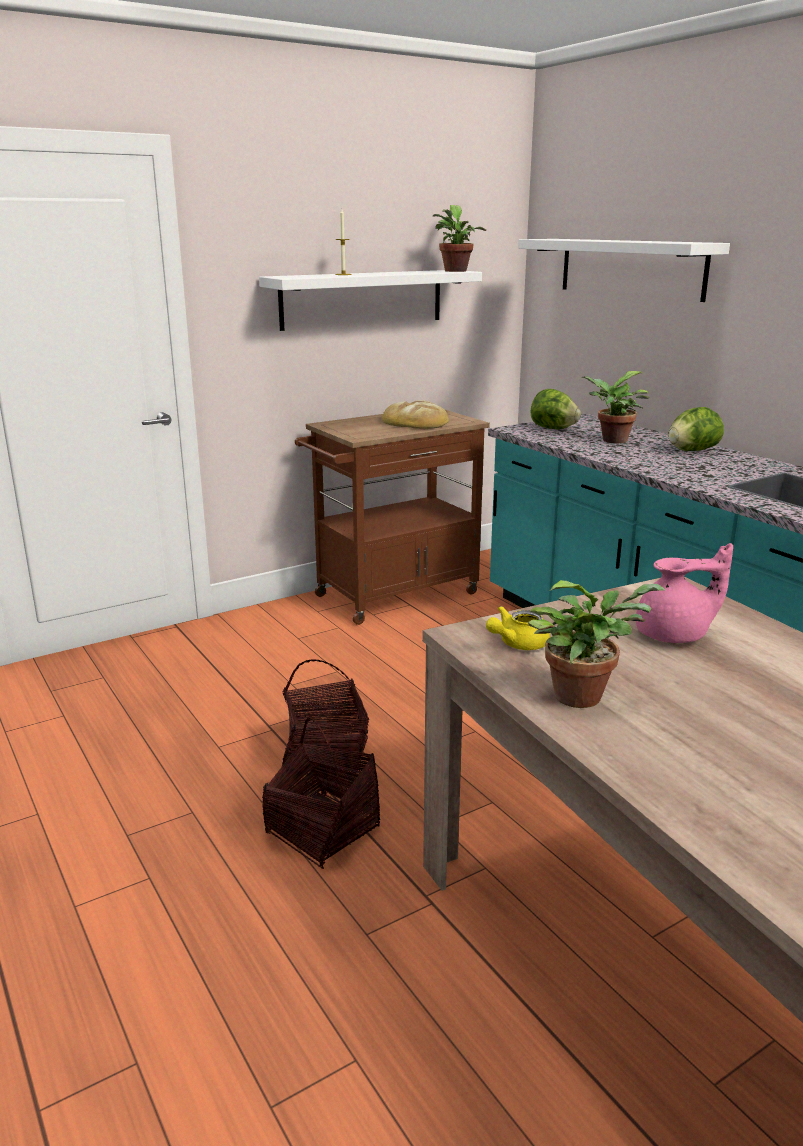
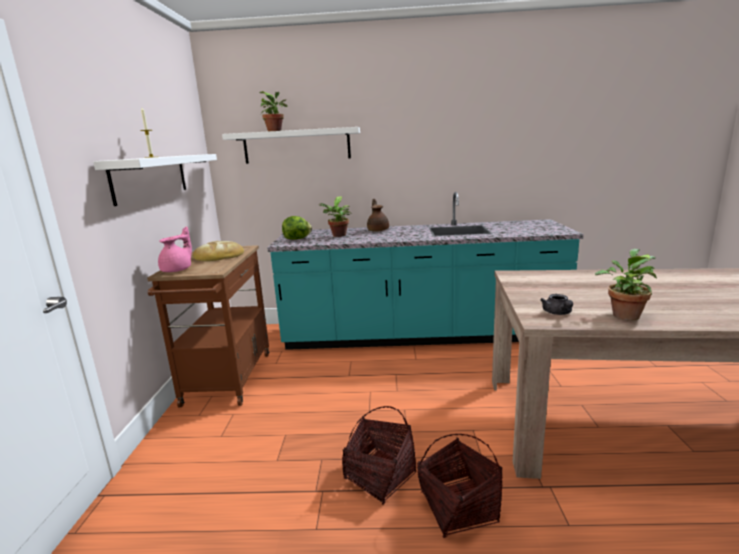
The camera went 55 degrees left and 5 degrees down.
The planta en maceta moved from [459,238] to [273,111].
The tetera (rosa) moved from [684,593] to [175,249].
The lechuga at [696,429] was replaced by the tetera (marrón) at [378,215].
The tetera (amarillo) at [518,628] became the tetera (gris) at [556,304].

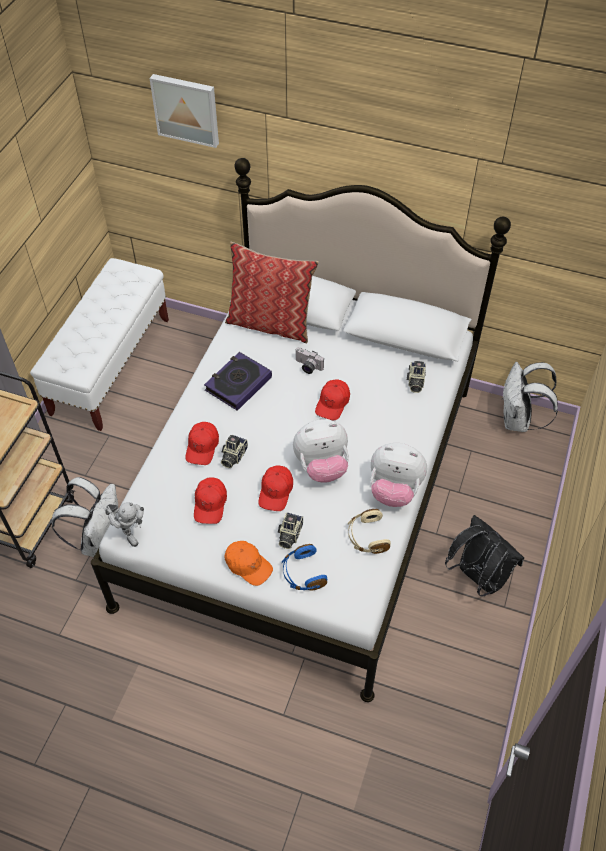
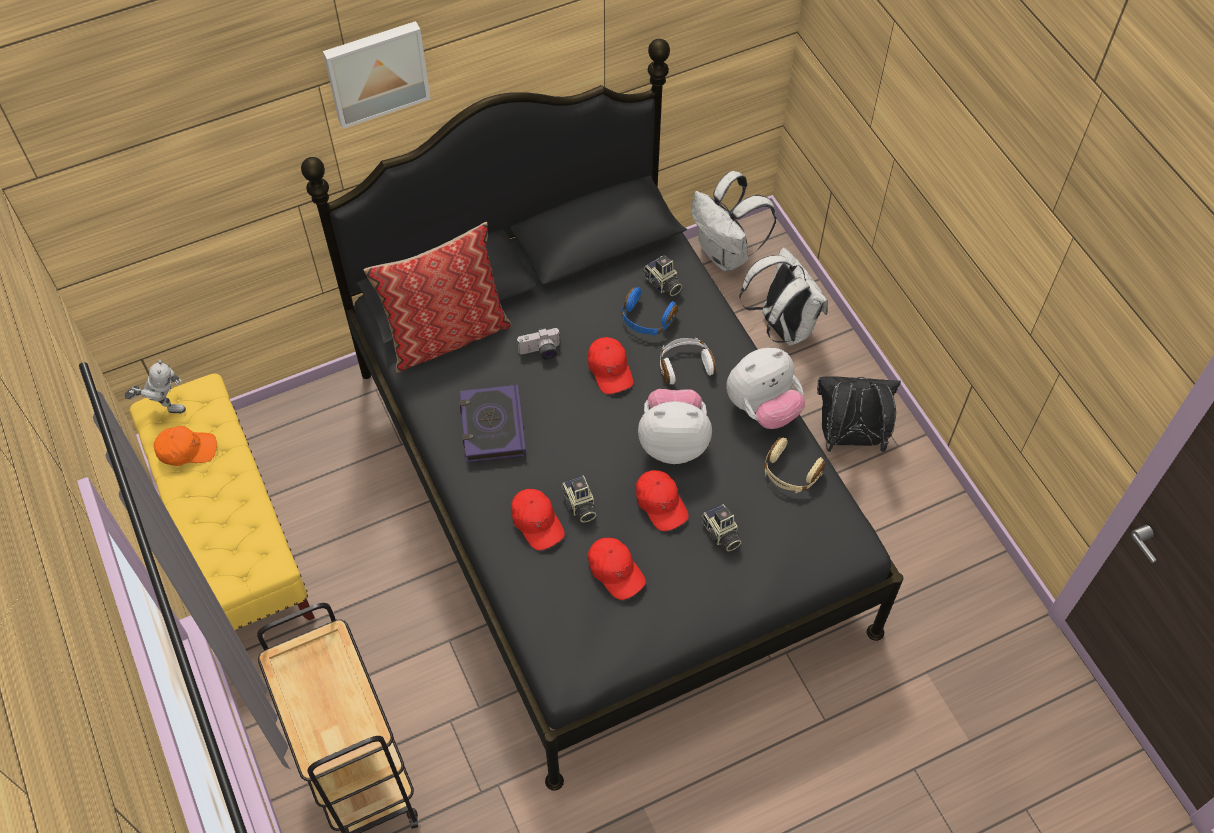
The camera went 45 degrees left and 5 degrees up.
The auriculares (blanco) at [688,361] appeared.
The mochila (blanco) moved from [85,517] to [783,296].
The robot de juguete moved from [124,524] to [155,386].
The cuadro moved from [184,111] to [377,75].
The gorra (naranja) moved from [248,563] to [185,446].
The auriculares (azul) moved from [304,567] to [650,311].
The banco (blanco) at [99,344] became the banco (amarillo) at [222,501].
The cama (blanco) at [301,430] became the cama (negro) at [602,415].
The peluche at [321,451] turned 120 degrees counterclockwise.

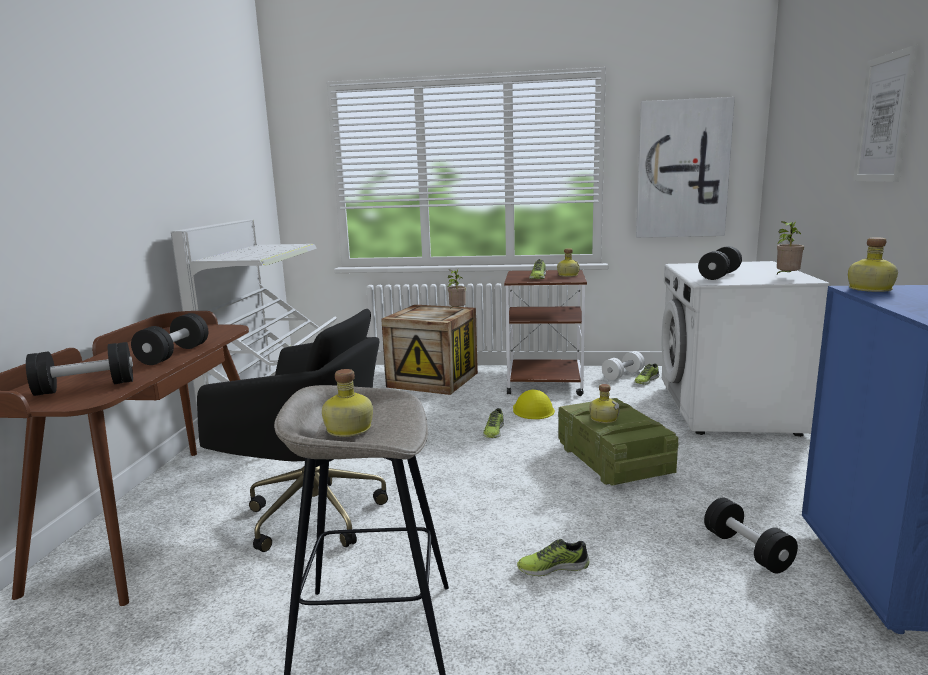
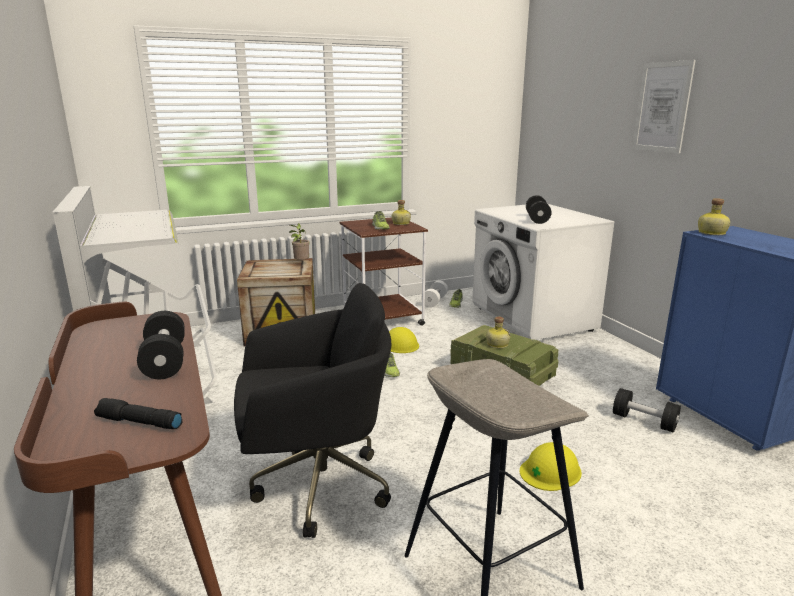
The camera went 30 degrees left and 5 degrees up.
The botella at [347,403] disappeared.
The cuadro at [685,167] disappeared.
The planta en maceta at [790,247] disappeared.
The mancuerna (negro) at [79,369] was replaced by the linterna (negro) at [138,413].
The zapato at [553,557] was replaced by the casco (amarillo) at [551,466].

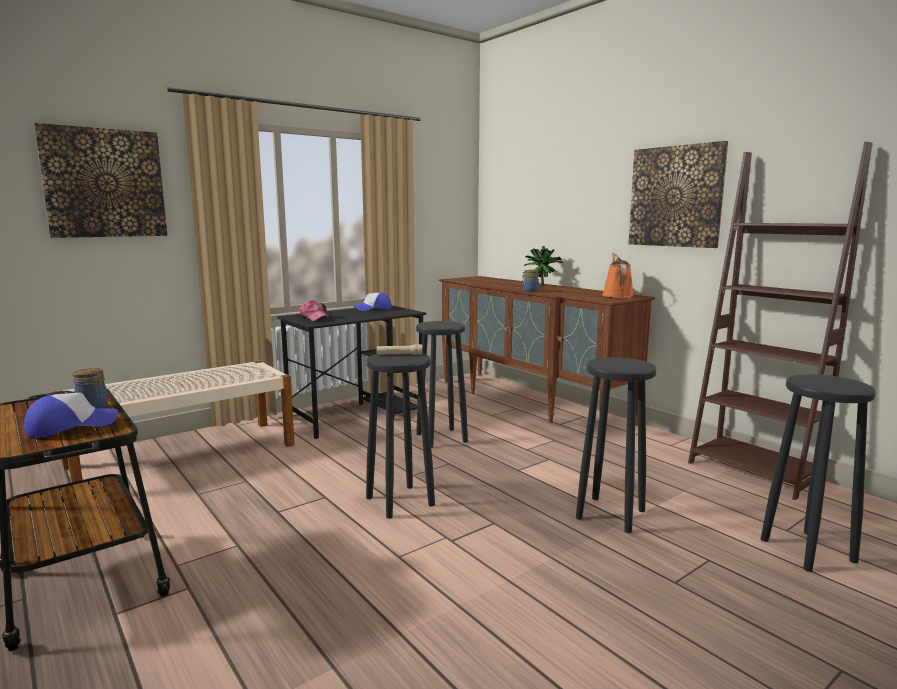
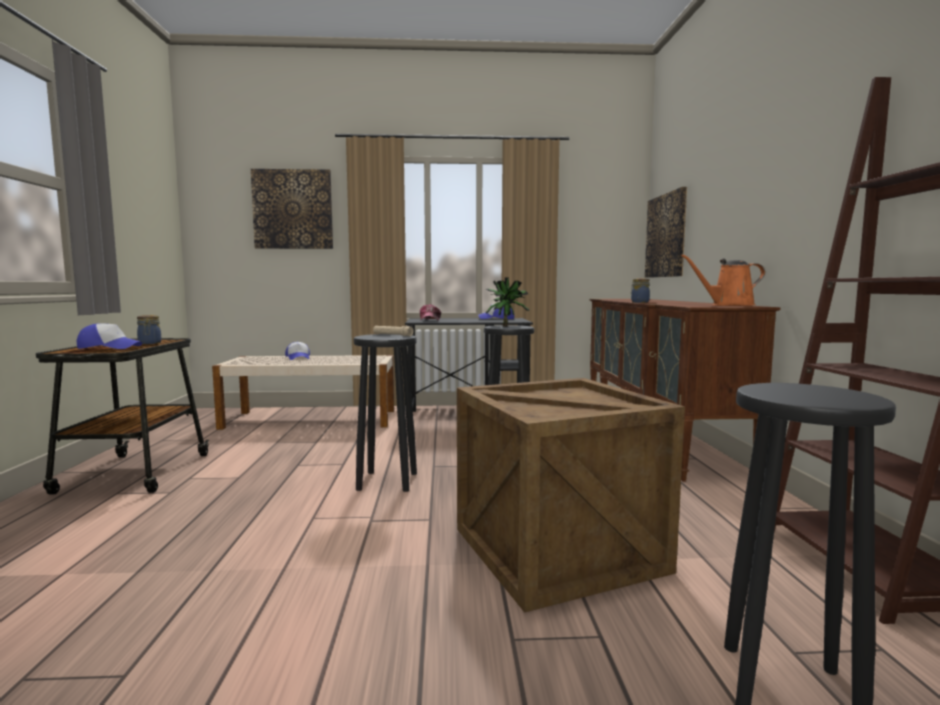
The camera went 35 degrees right and 5 degrees down.
The gorra at [297,351] appeared.
The planta en maceta moved from [543,266] to [507,302].
The cuadro moved from [678,194] to [666,232].
The taburete (negro) at [616,445] was replaced by the caja de embalaje at [571,495].
The regadera (naranja) at [618,275] turned 135 degrees counterclockwise.

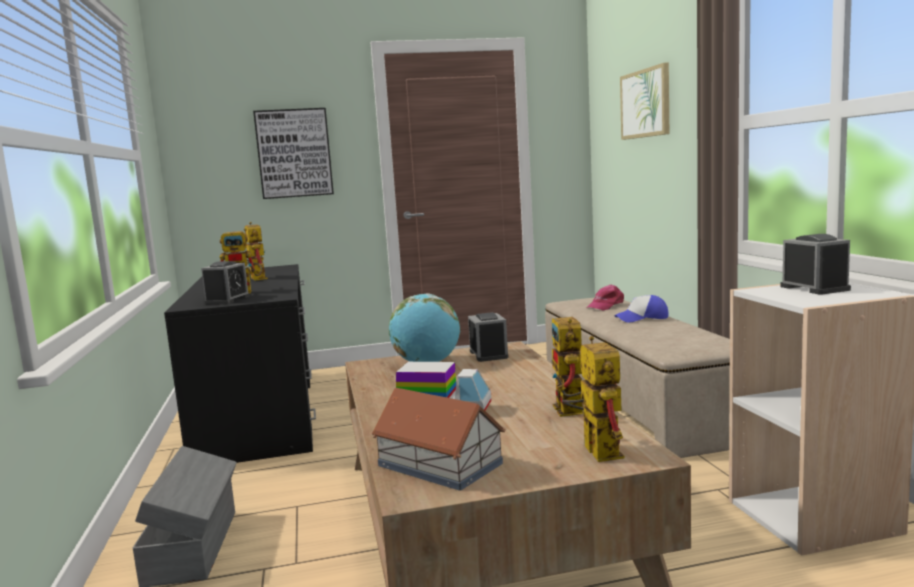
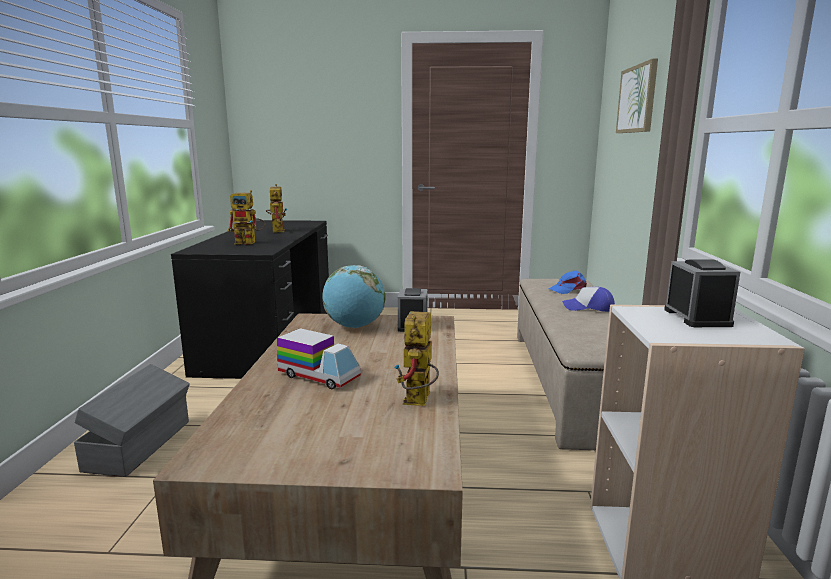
The camera went 15 degrees right and 5 degrees up.
The despertador at [225,282] disappeared.
The cuadro at [293,153] disappeared.
The casita at [438,439] disappeared.
The robot de juguete at [593,399] disappeared.
The gorra (rosa) at [605,298] became the gorra (azul) at [567,282].

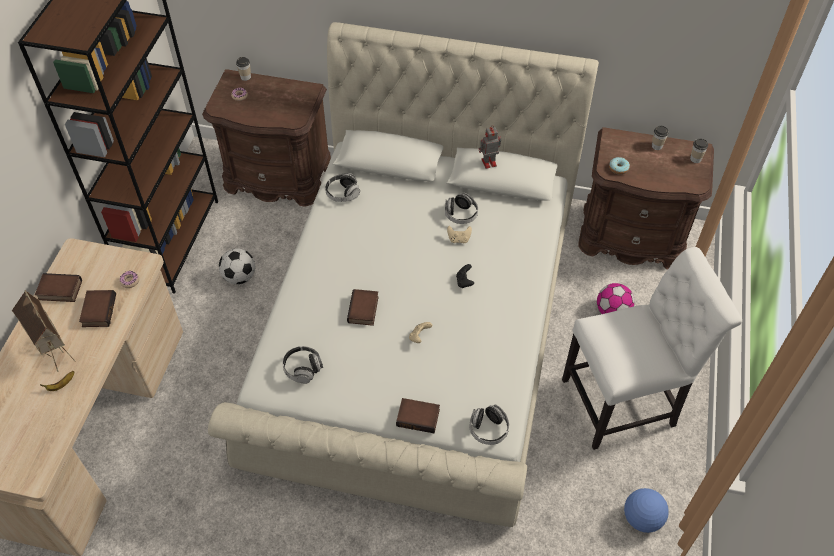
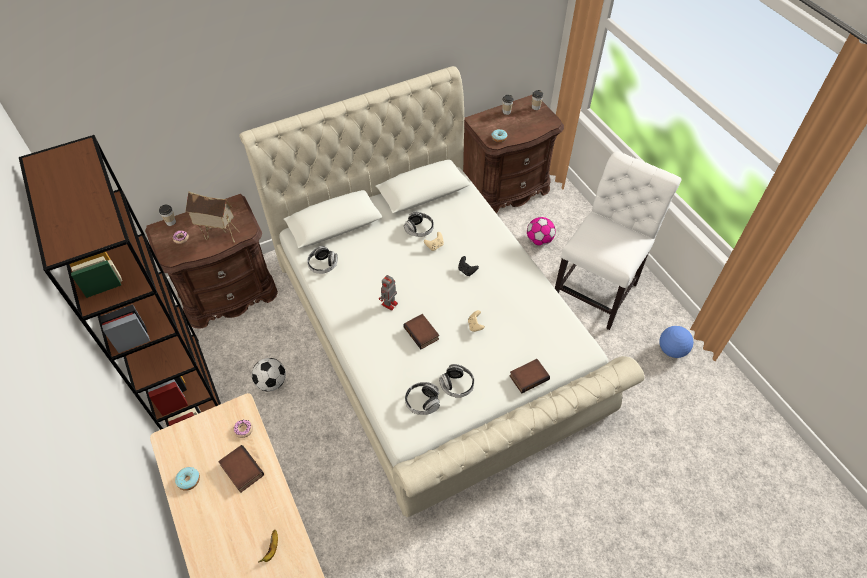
The camera went 40 degrees left and 0 degrees up.
The casita moved from [44,331] to [212,217].
The auriculares moved from [489,425] to [456,381].
The robot de juguete moved from [490,147] to [388,293].
The libro at [58,287] was replaced by the rosquilla at [187,479].

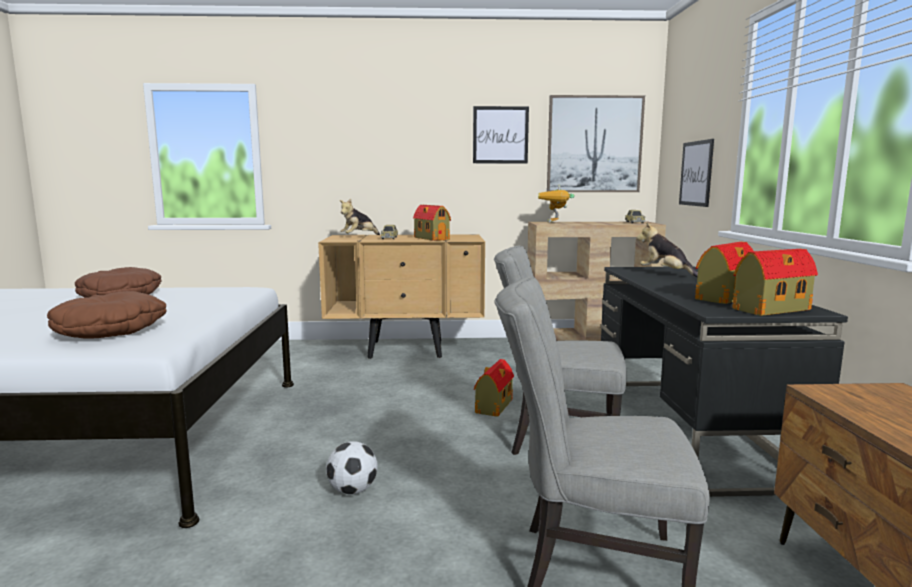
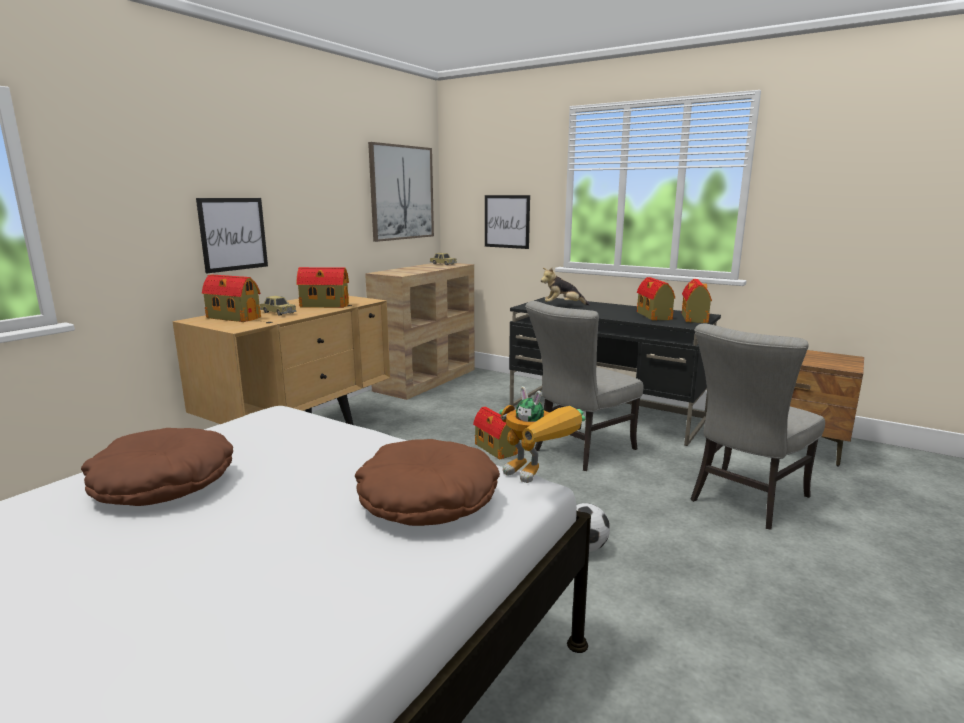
The camera went 55 degrees left and 5 degrees up.
The cuadro moved from [501,135] to [232,235].
The robot de juguete moved from [556,204] to [542,434].
The peluche at [359,217] was replaced by the casita at [231,298].

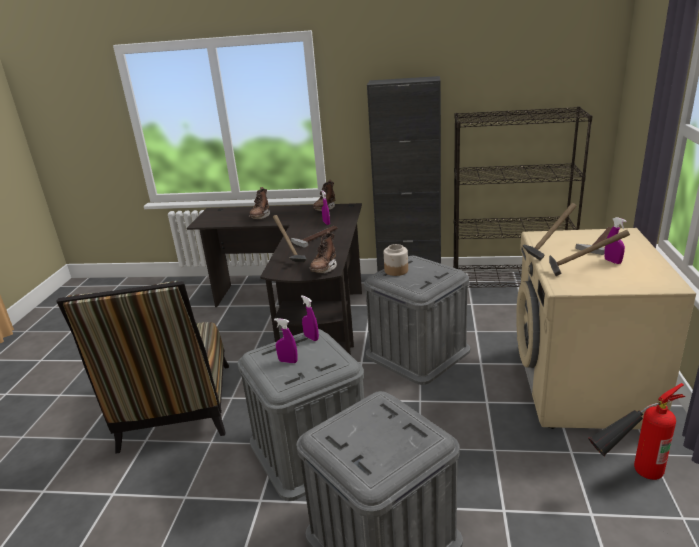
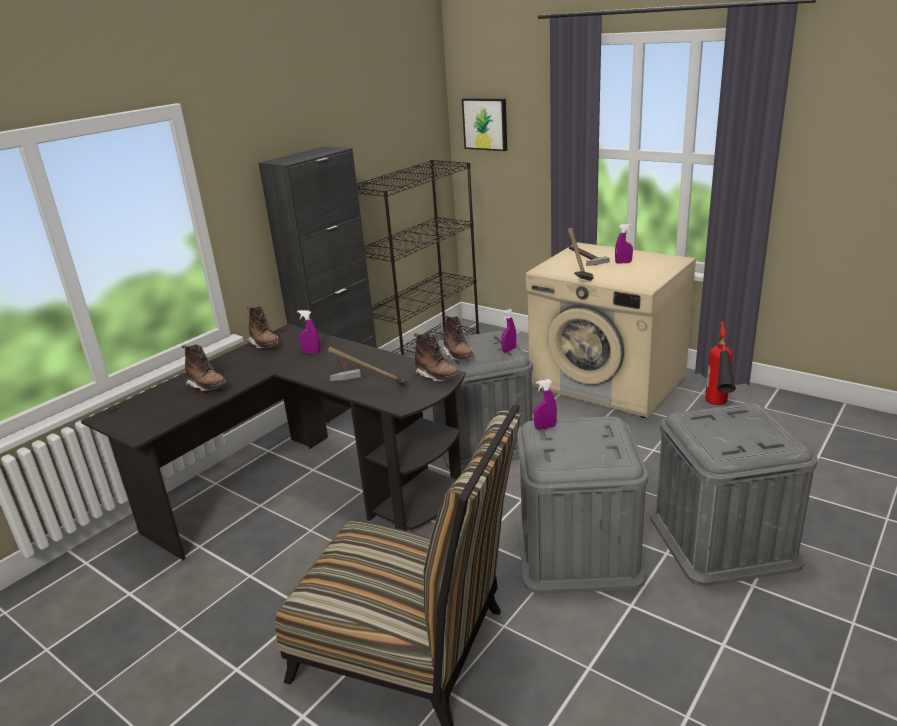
The camera went 60 degrees left and 0 degrees up.
The martillo at [589,253] disappeared.
The cuadro at [484,124] appeared.
The pulverizador (morado) moved from [286,340] to [508,331].
The tarro at [396,260] was replaced by the bota (marrón) at [457,337].

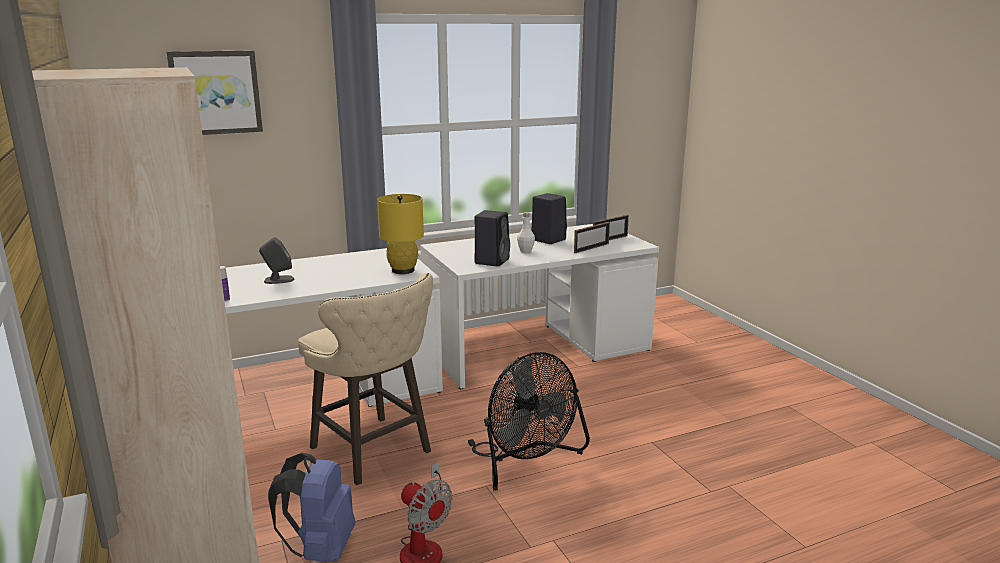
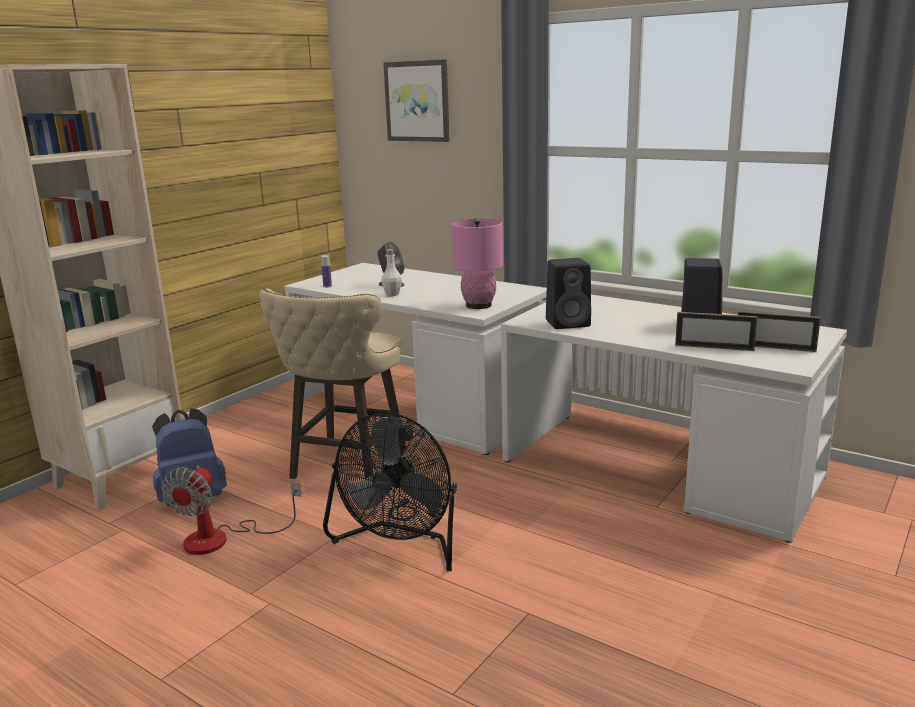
The camera went 60 degrees right and 0 degrees up.
The botella (blanco) moved from [526,232] to [391,272].
The lámpara de mesa (amarillo) at [400,234] became the lámpara de mesa (rosa) at [477,263].

